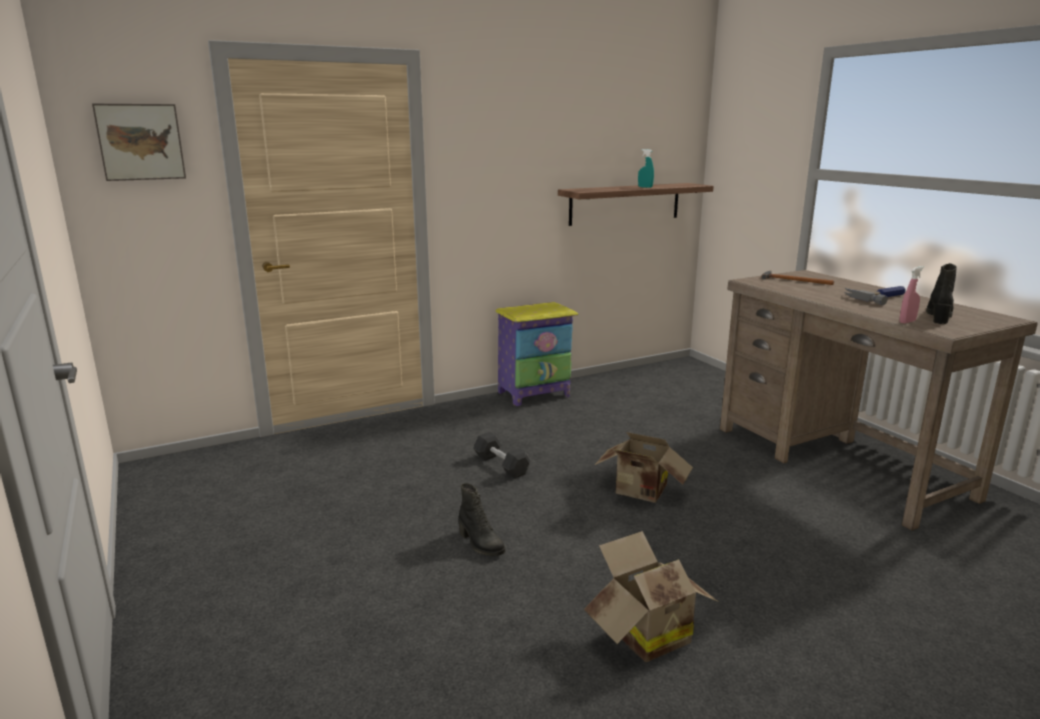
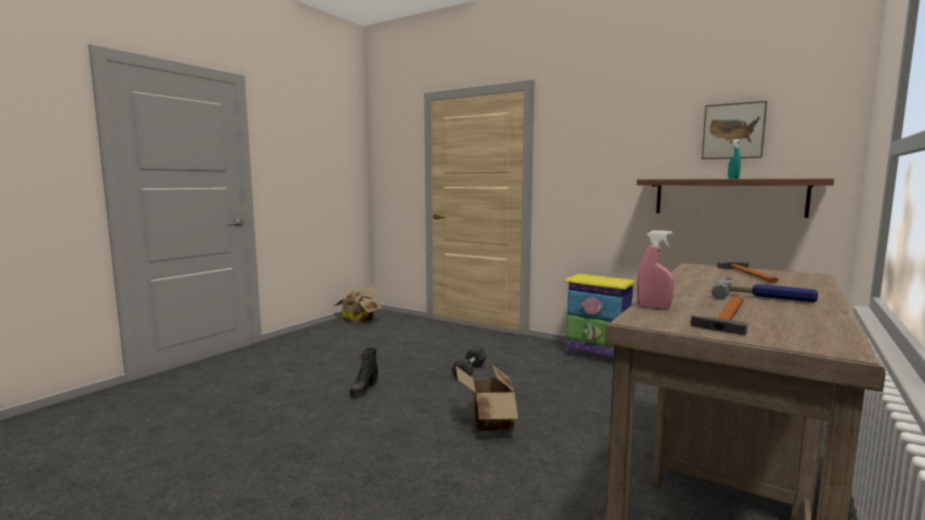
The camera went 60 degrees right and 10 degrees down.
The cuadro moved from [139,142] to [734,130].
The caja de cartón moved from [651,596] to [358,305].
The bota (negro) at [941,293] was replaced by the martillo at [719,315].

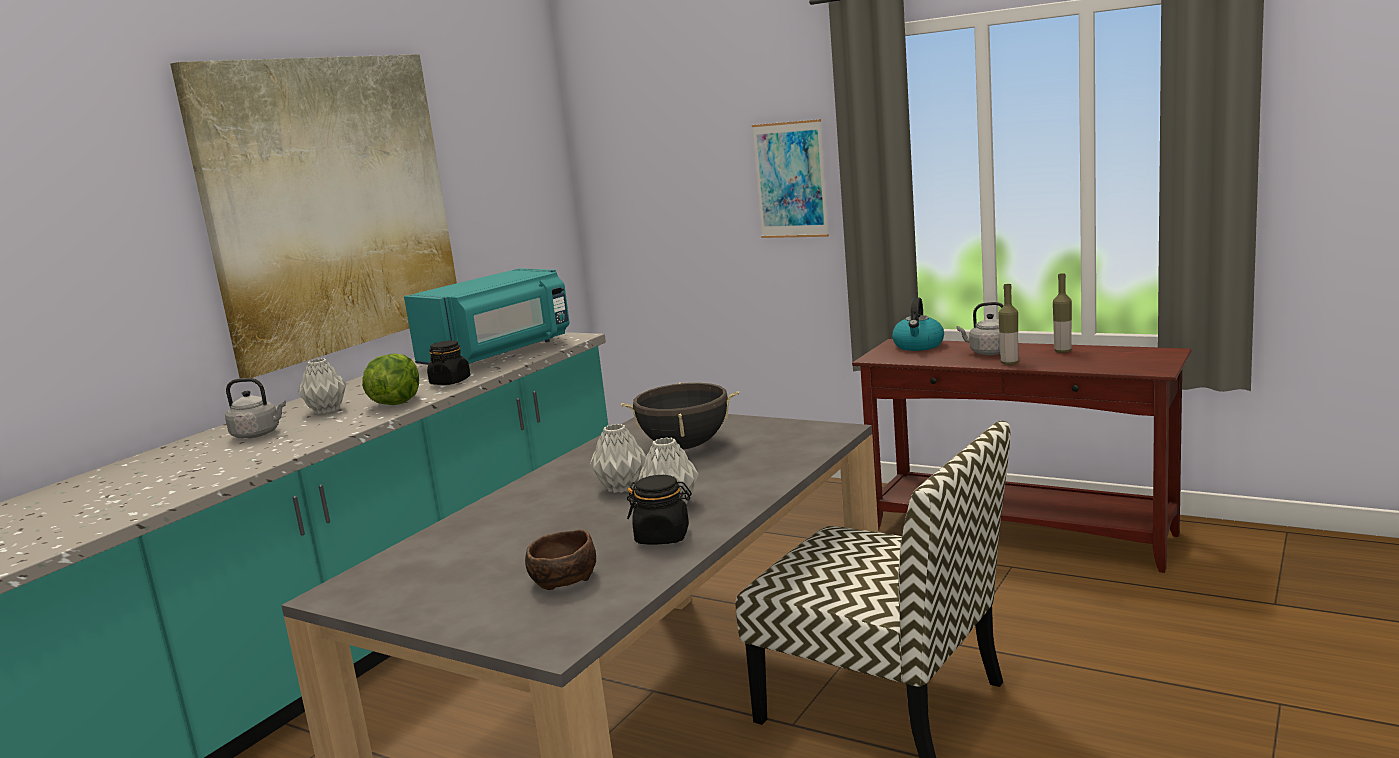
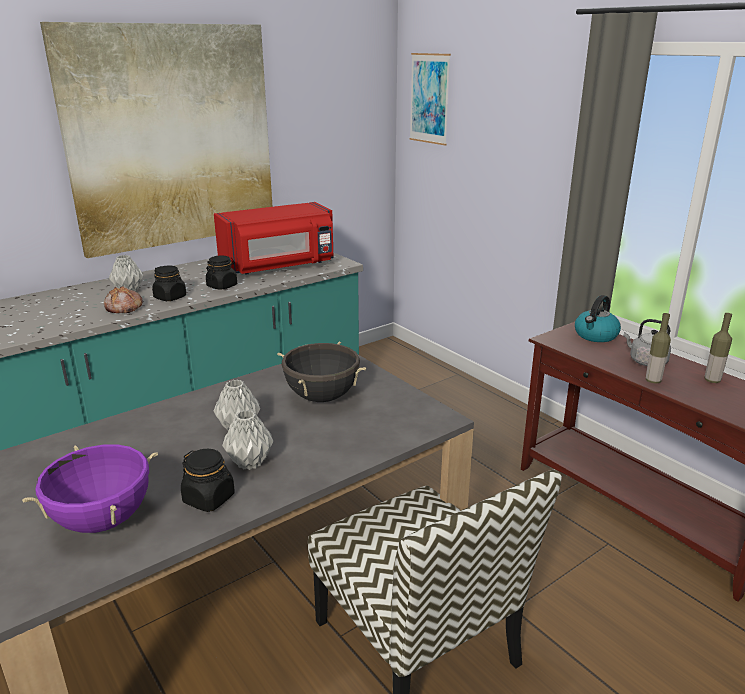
The camera went 20 degrees right and 10 degrees up.
The hervidor (gris) at [255,408] disappeared.
The pan at [123,299] appeared.
The cuadro moved from [790,178] to [430,99].
The lechuga at [390,379] was replaced by the tarro (negro) at [169,283].
The cuenco (marrón) at [560,559] was replaced by the olla (morado) at [90,488].
The microondas (turquesa) at [486,316] became the microondas (rojo) at [274,238].

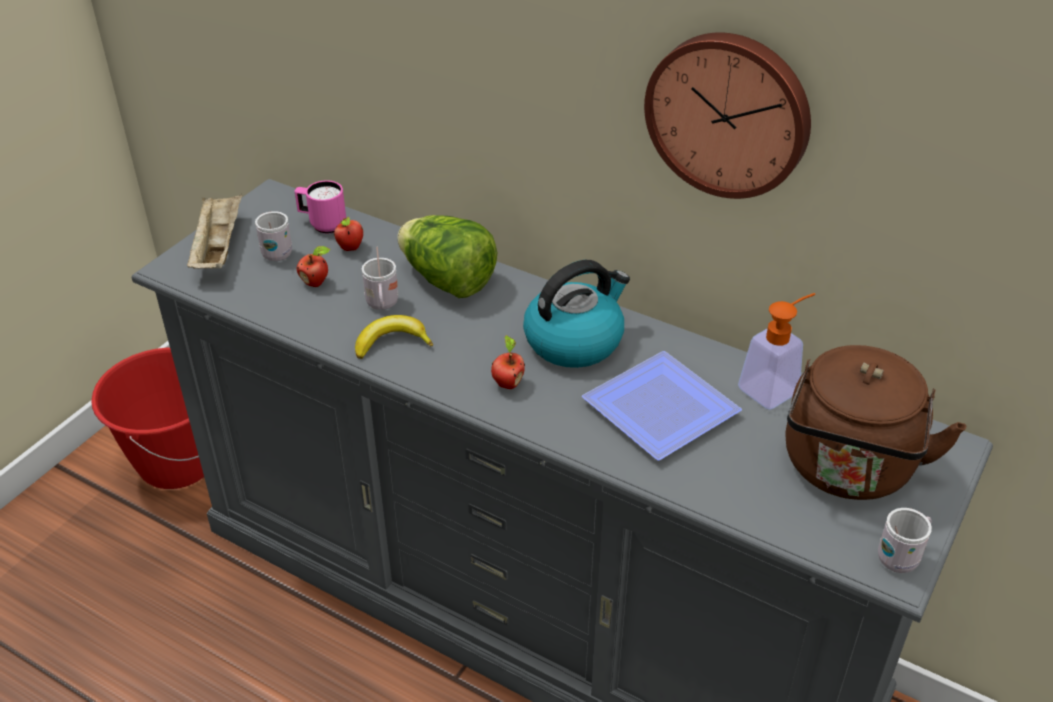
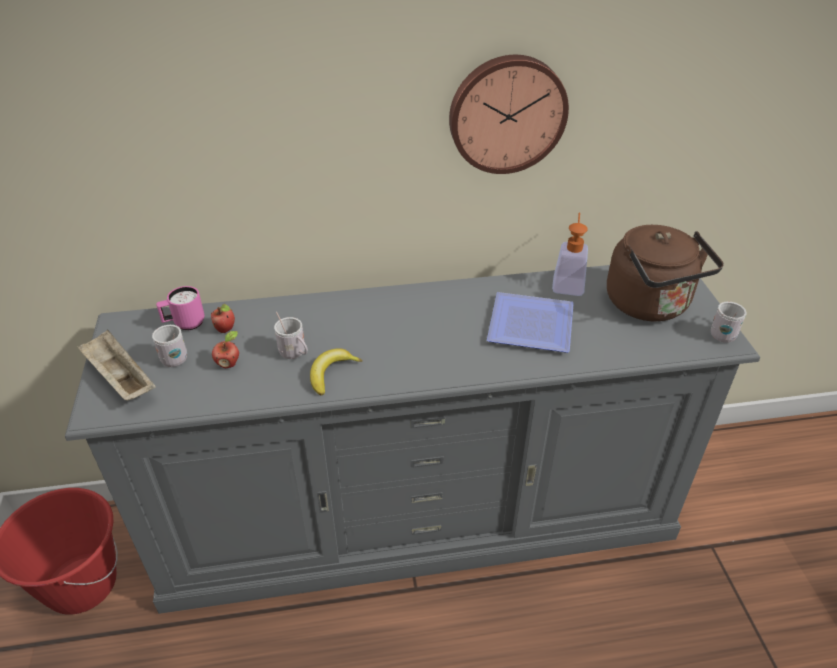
The camera went 40 degrees left and 0 degrees up.
The lechuga at [447,256] disappeared.
The manzana at [508,362] disappeared.
The hervidor at [576,314] disappeared.

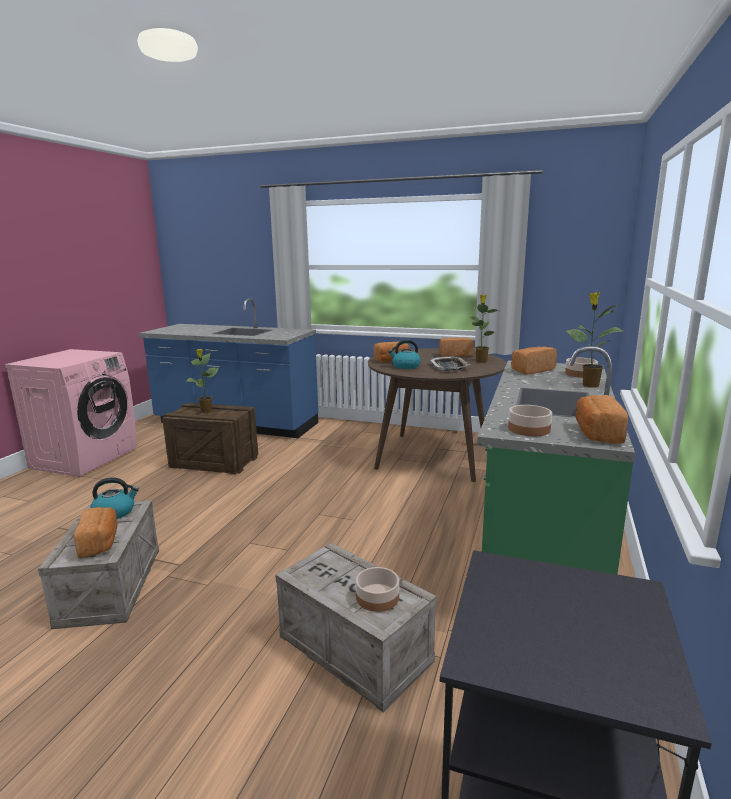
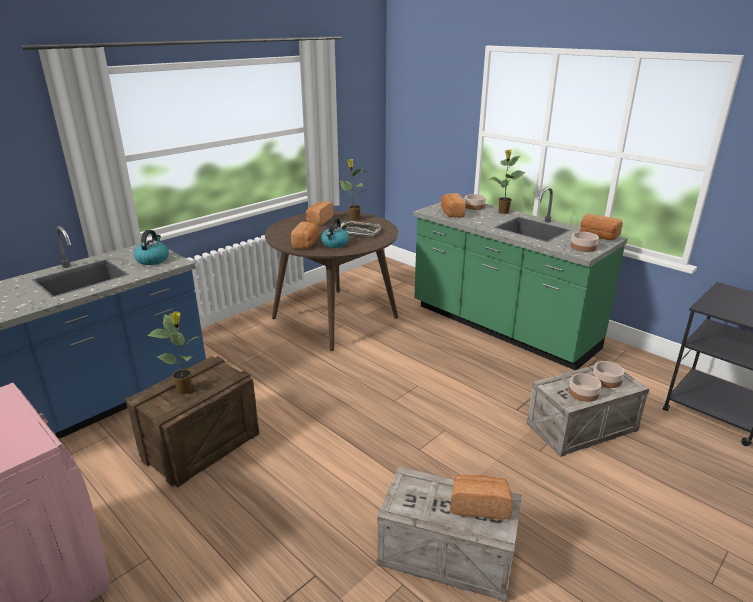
The camera went 65 degrees left and 10 degrees up.
The cuenco at [585,387] appeared.
The hervidor moved from [115,498] to [151,247].

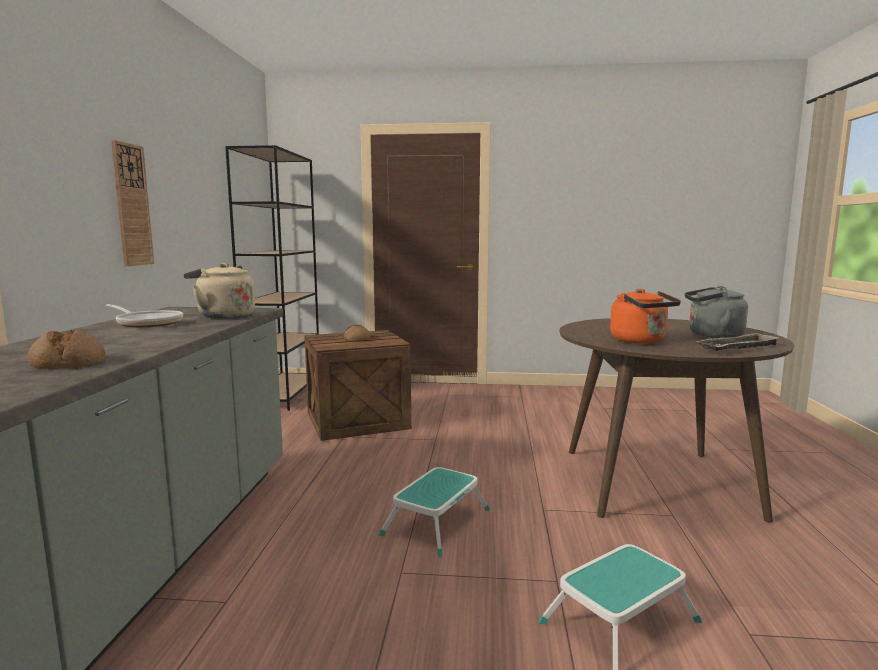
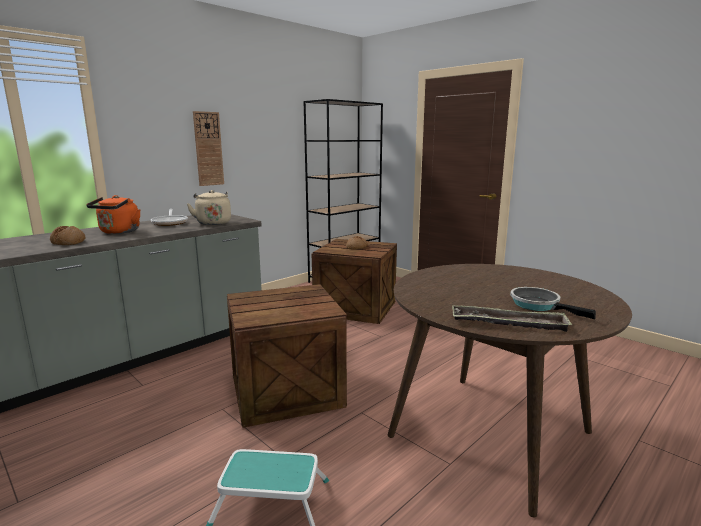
The camera went 40 degrees right and 5 degrees up.
The hervidor (naranja) moved from [645,316] to [113,214].
The escalera de tijera (turquesa) at [434,512] was replaced by the caja de embalaje at [287,356].
The hervidor (gris) at [716,312] was replaced by the sartén at [553,303].

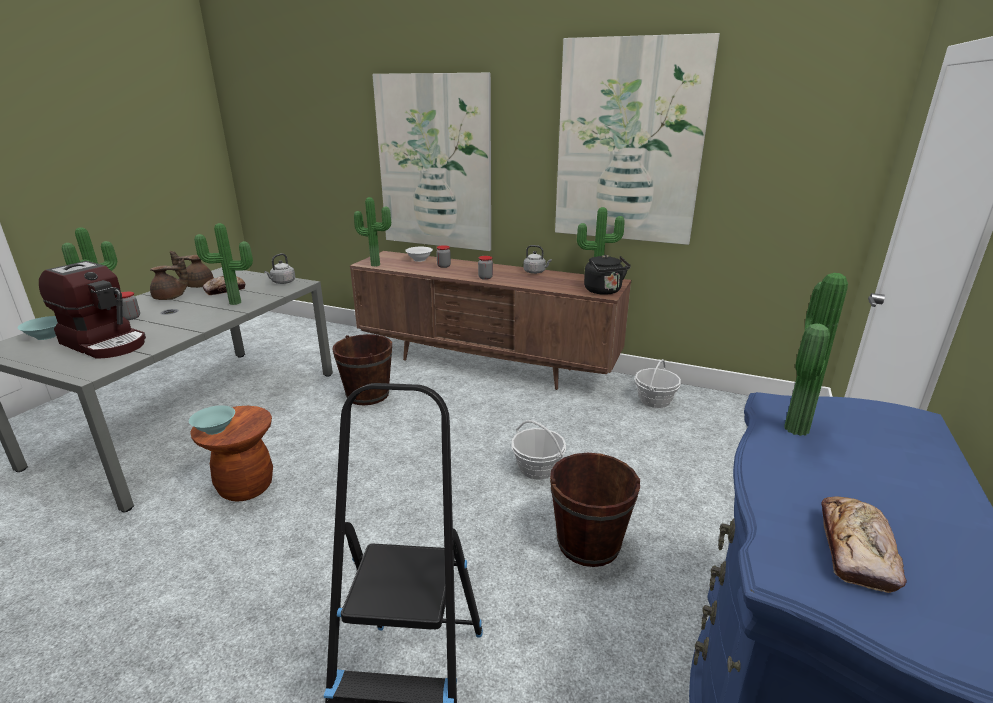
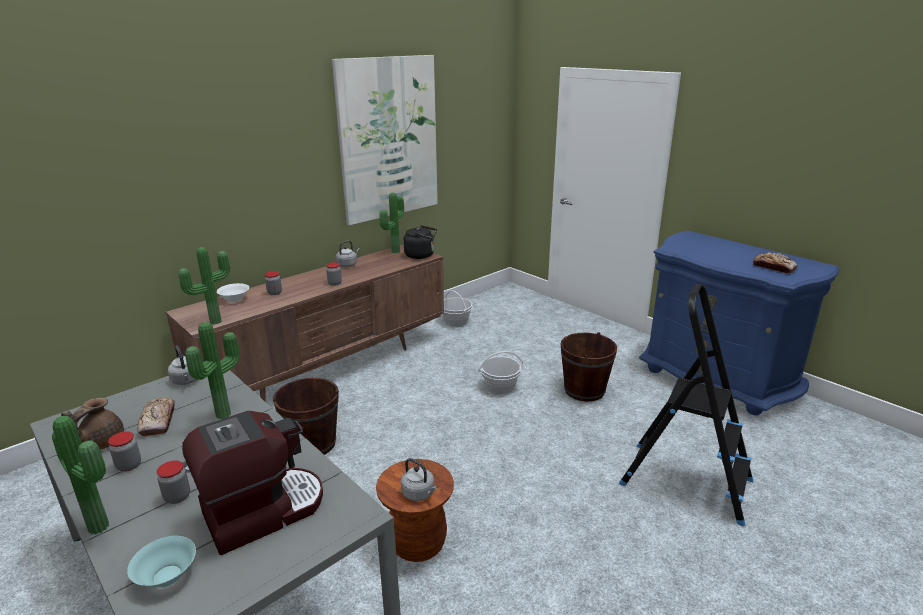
The camera went 65 degrees left and 0 degrees up.
The cuadro at [431,162] disappeared.
The planta en maceta at [816,354] disappeared.
The tetera (marrón) at [169,279] was replaced by the tarro at [124,451].
The cuenco (turquesa) at [212,420] was replaced by the hervidor (gris) at [419,479].

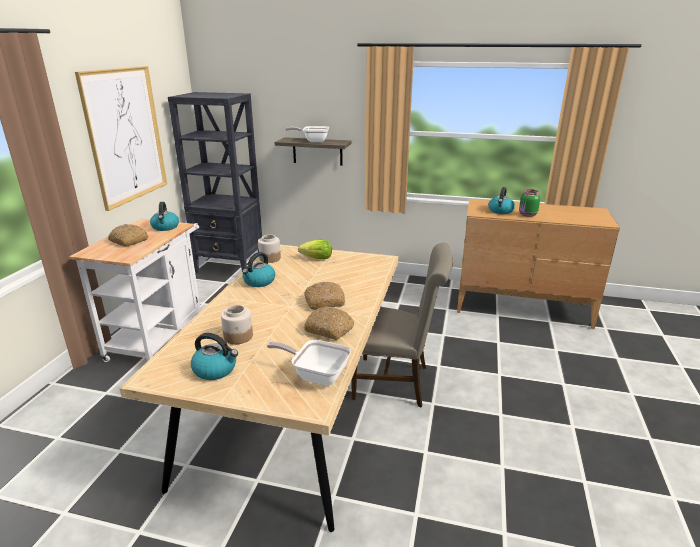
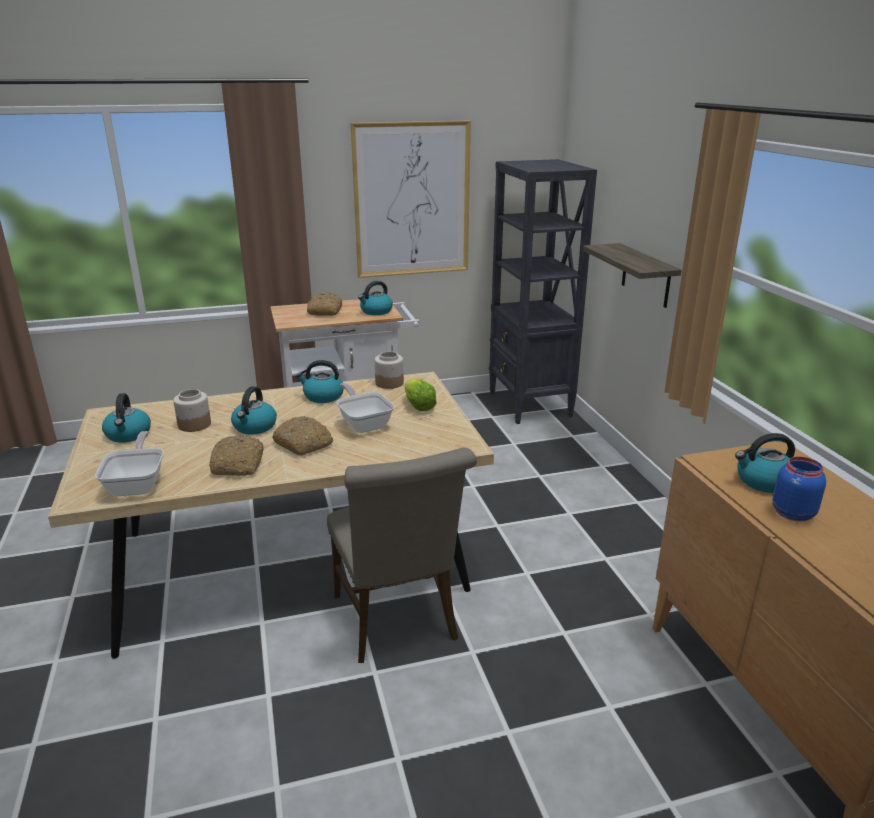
The camera went 60 degrees right and 0 degrees up.
The hervidor at [254,410] appeared.
The sartén moved from [307,134] to [365,408].
The tarro (verde) at [529,203] became the tarro (azul) at [799,489].

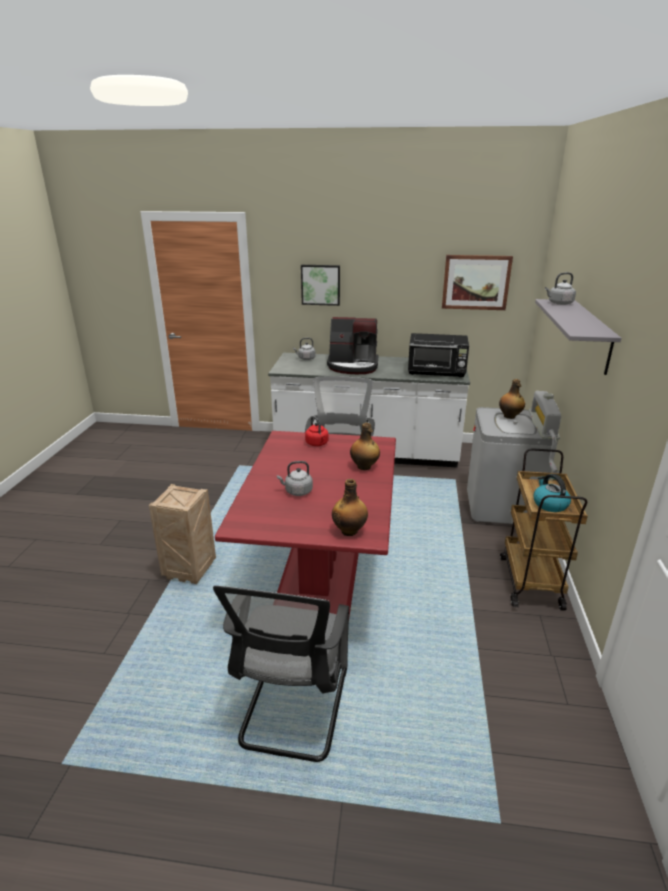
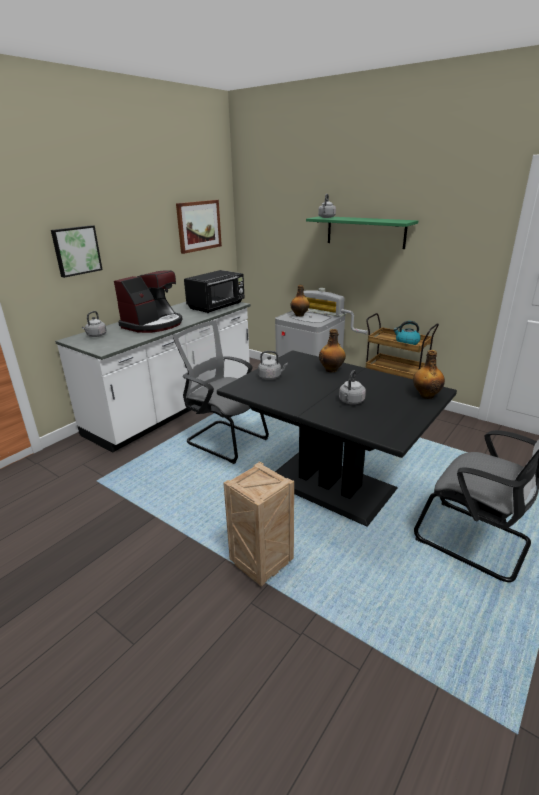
The camera went 60 degrees left and 0 degrees up.
The mesa de comedor (rojo) at [305,523] became the mesa de comedor (negro) at [337,438].
The hervidor (rojo) at [316,431] became the hervidor (gris) at [273,365].
The estante (gris) at [578,337] became the estante (verde) at [362,232].

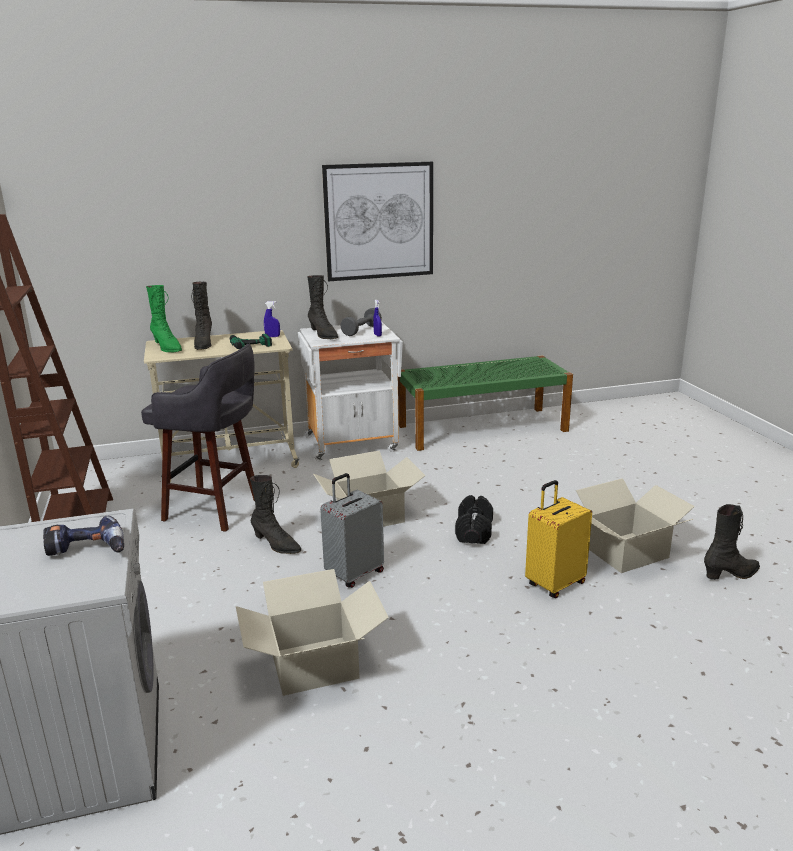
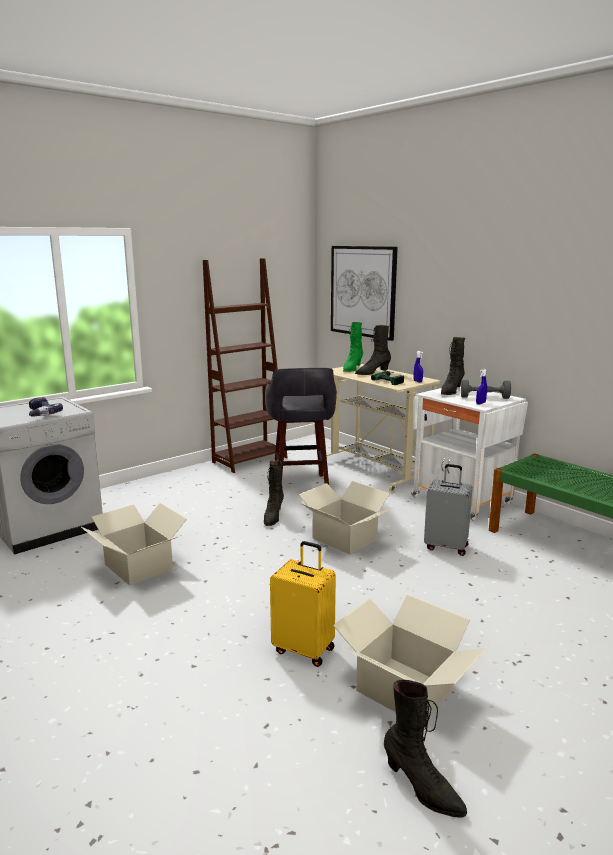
The camera went 65 degrees right and 5 degrees down.
The mancuerna (negro) at [474,519] disappeared.
The maleta (gris) moved from [352,530] to [448,510].
The cuadro moved from [377,221] to [364,293].

